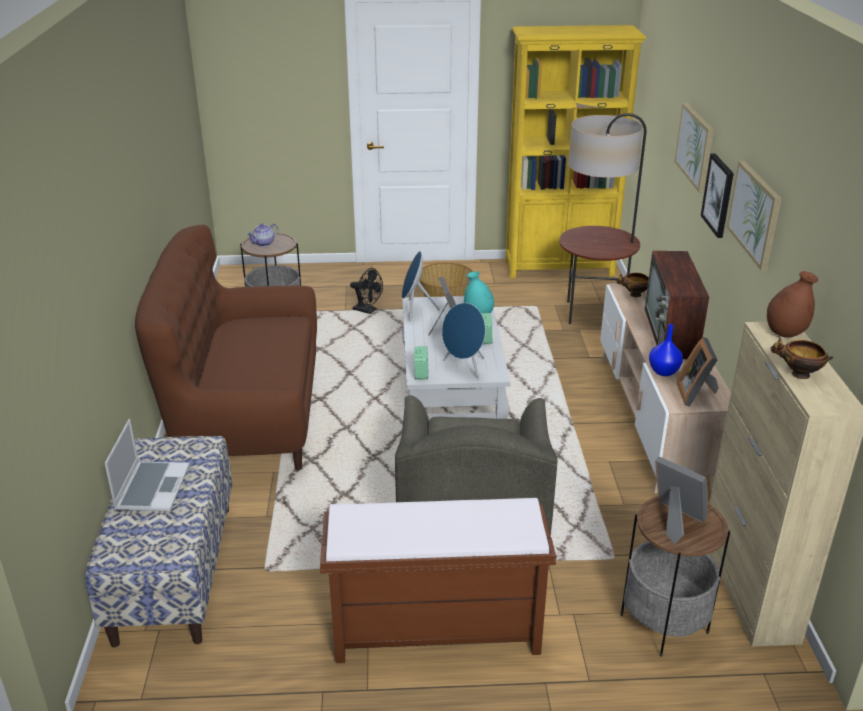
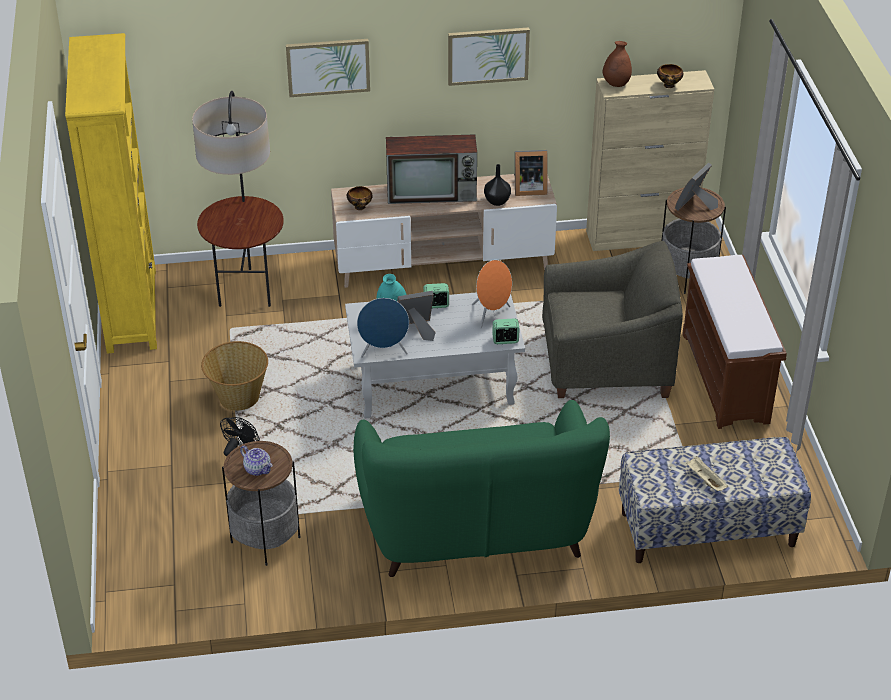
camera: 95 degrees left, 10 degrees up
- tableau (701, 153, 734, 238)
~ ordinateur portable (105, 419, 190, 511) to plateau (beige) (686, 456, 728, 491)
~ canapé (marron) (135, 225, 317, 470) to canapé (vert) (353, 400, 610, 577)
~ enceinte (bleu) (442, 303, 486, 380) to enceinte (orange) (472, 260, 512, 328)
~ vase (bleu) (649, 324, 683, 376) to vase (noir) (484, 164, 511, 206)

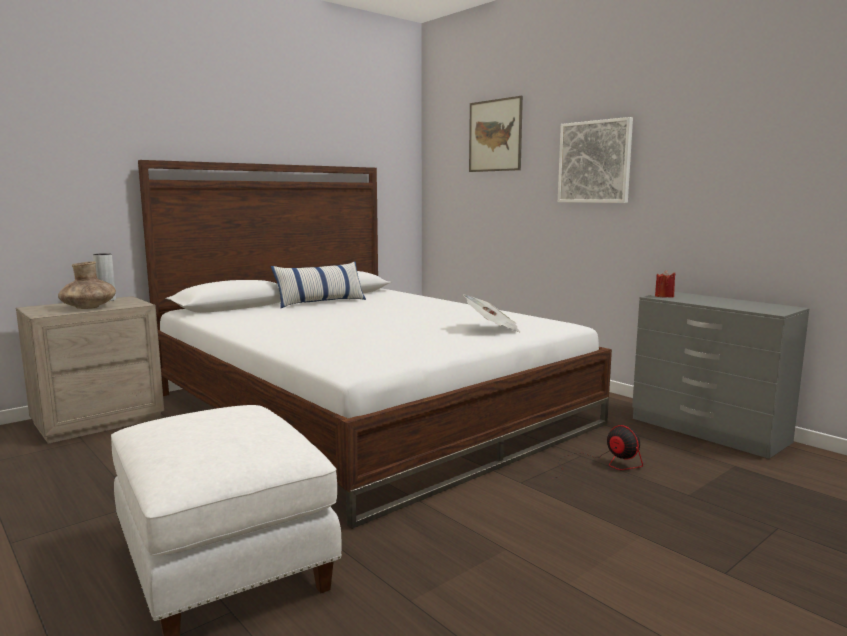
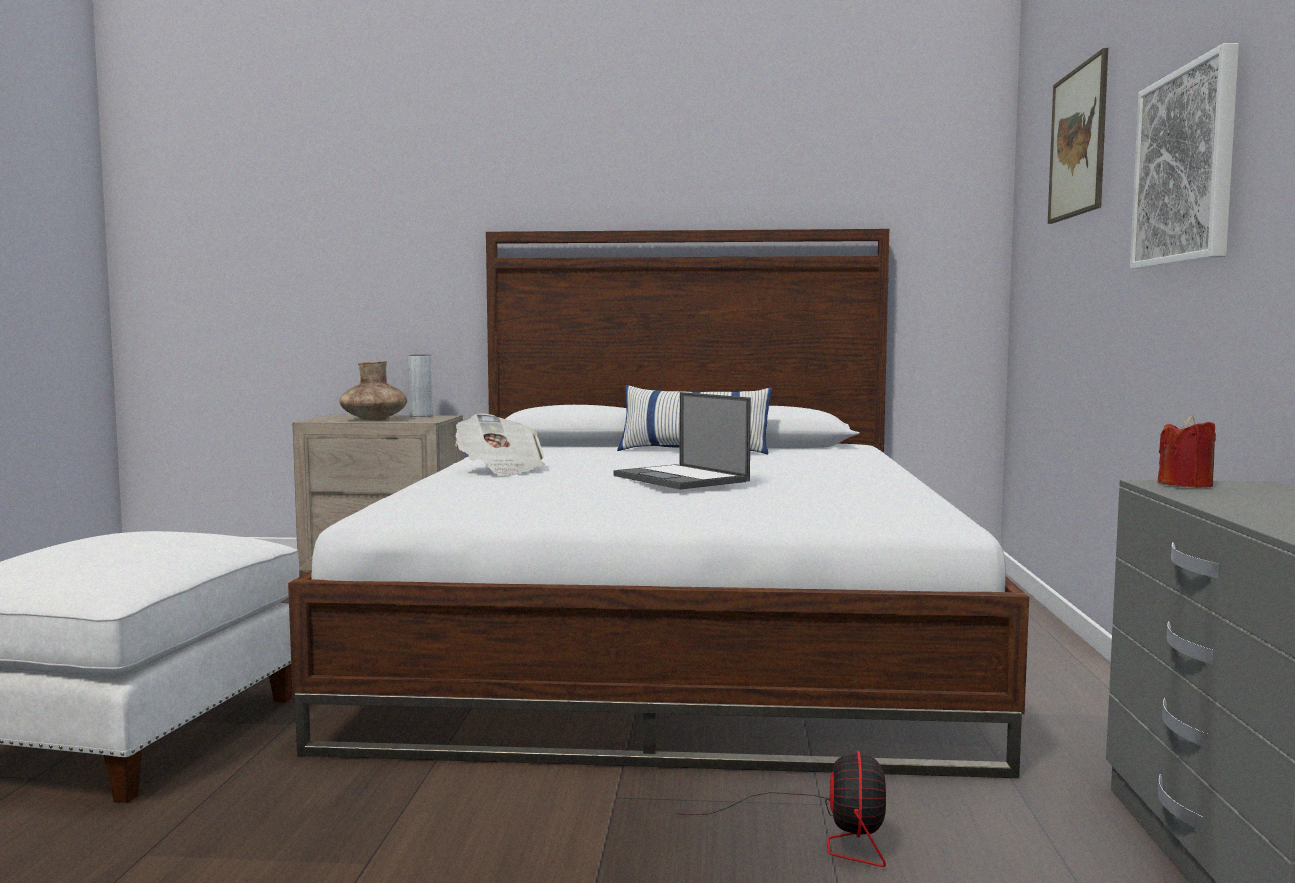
camera: 45 degrees right, 5 degrees down
+ ordinateur portable (614, 392, 751, 489)
~ journal (463, 294, 521, 333) to (455, 413, 545, 476)

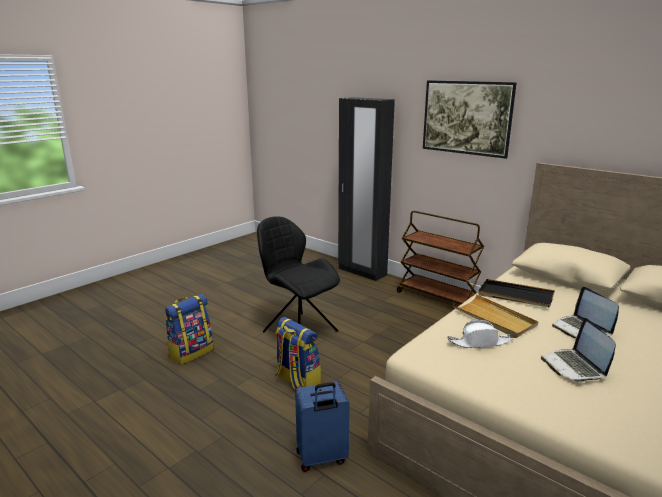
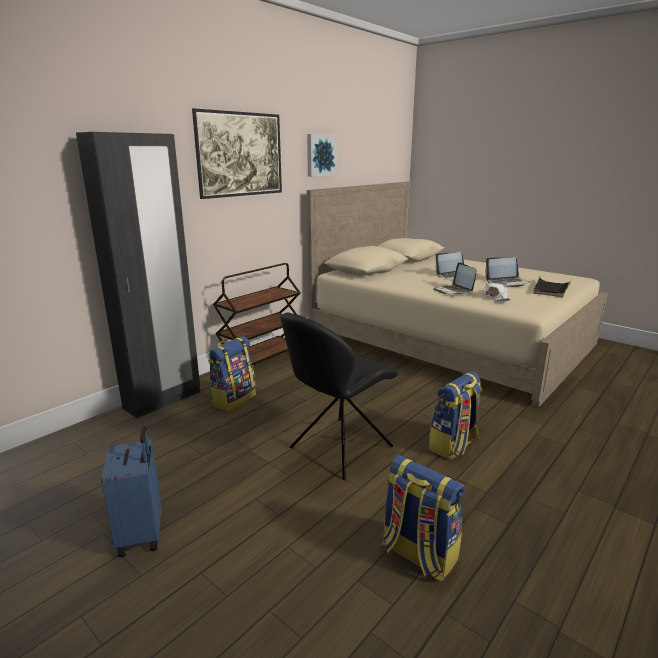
camera: 90 degrees left, 0 degrees up
+ sac à dos (208, 336, 256, 412)
+ tableau (307, 134, 337, 177)
~ valise (bleu) (295, 382, 350, 472) to (101, 426, 161, 557)
~ plateau (noir) (478, 279, 555, 307) to (533, 276, 572, 297)
~ plateau (beige) (453, 294, 538, 338) to ordinateur portable (433, 262, 476, 294)

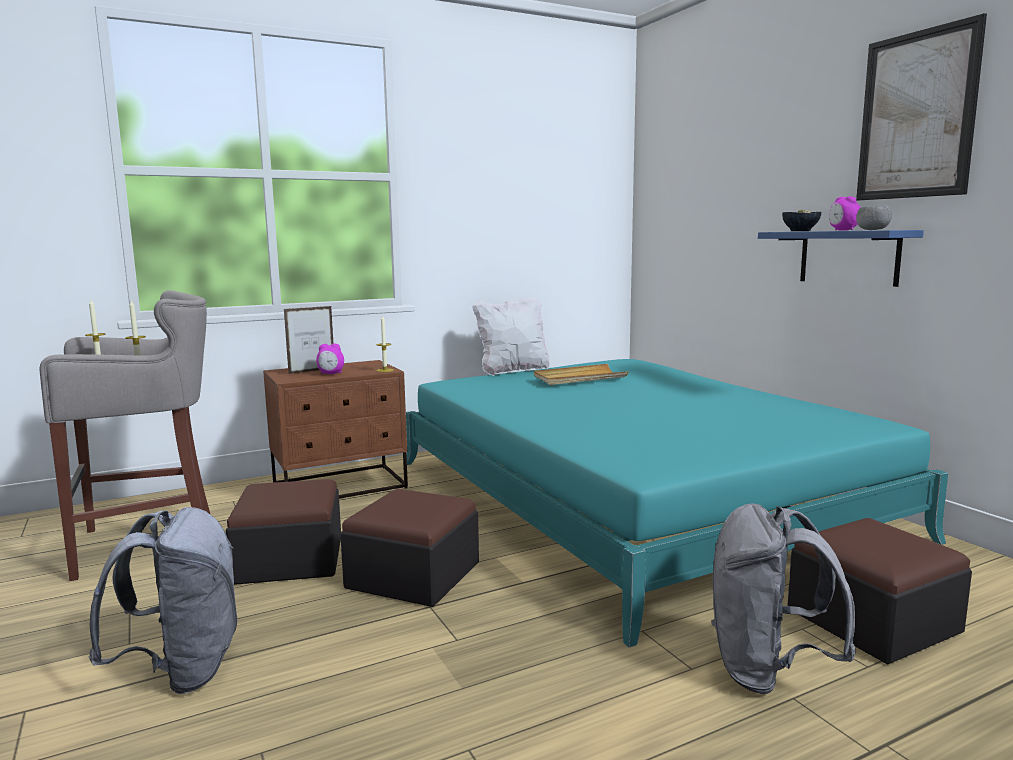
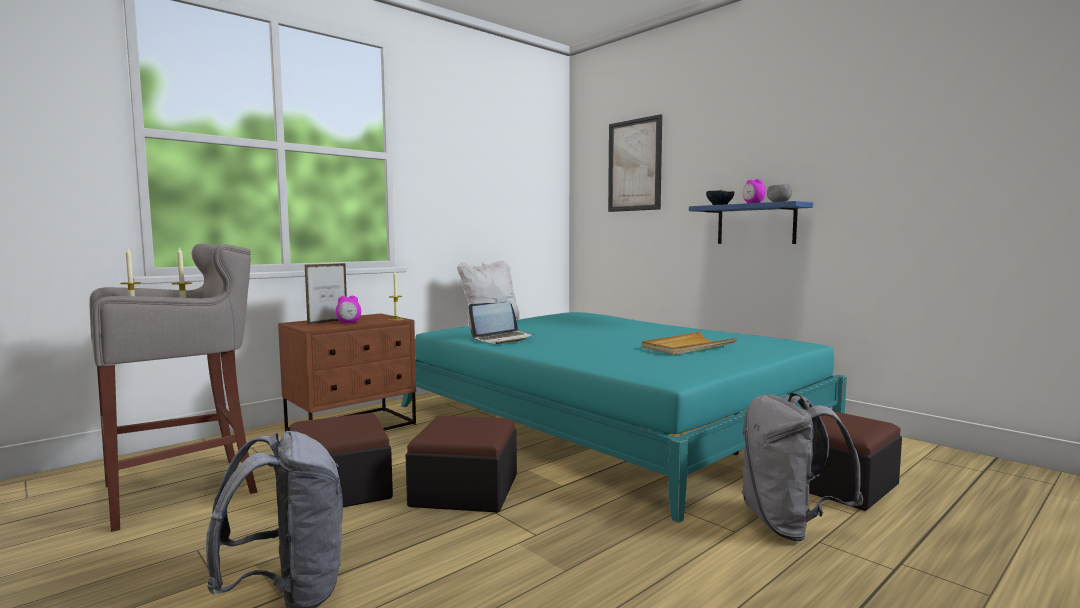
camera: 15 degrees left, 5 degrees down
+ ordinateur portable (468, 302, 534, 344)
~ plateau (beige) (534, 364, 629, 385) to (642, 332, 737, 355)
~ tableau (856, 13, 987, 200) to (608, 114, 662, 212)

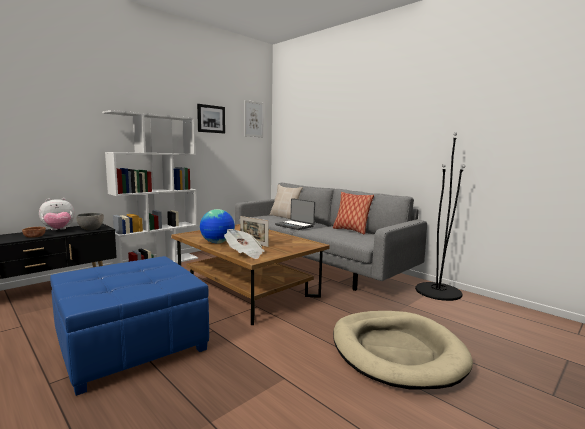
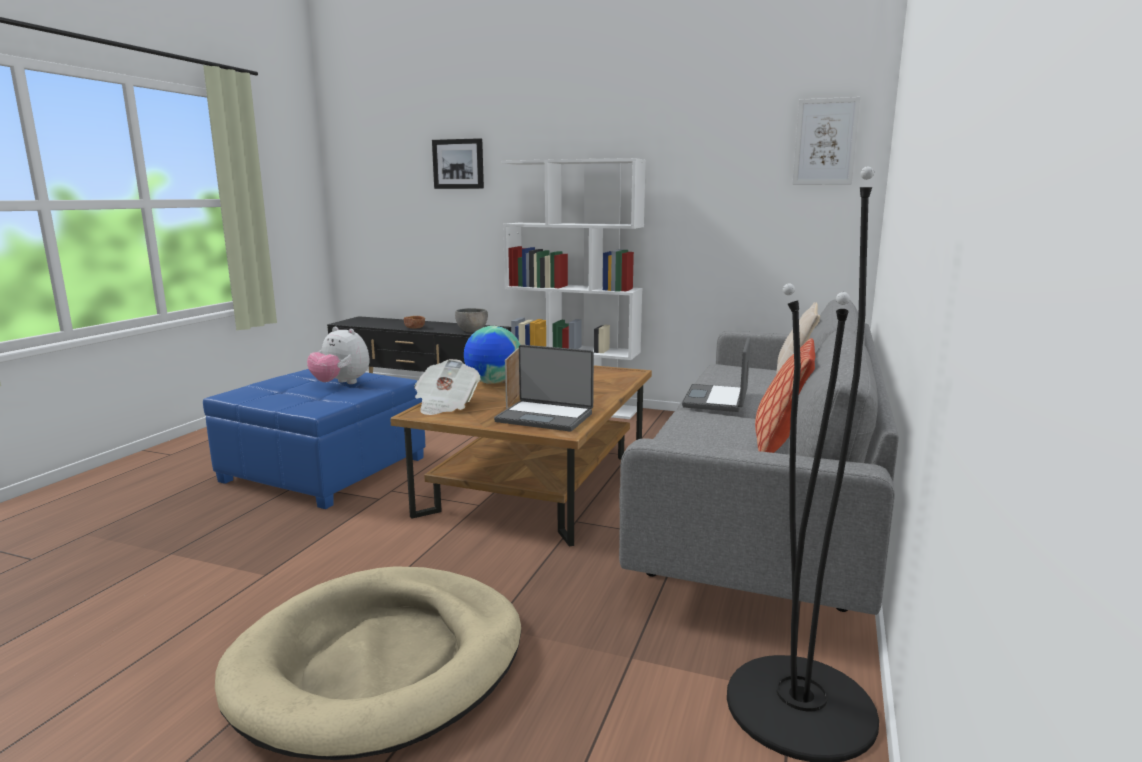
camera: 65 degrees right, 5 degrees up
+ ordinateur portable (494, 345, 594, 431)
~ peluche (39, 198, 75, 230) to (307, 327, 369, 384)
~ tableau (197, 104, 225, 133) to (432, 138, 484, 189)

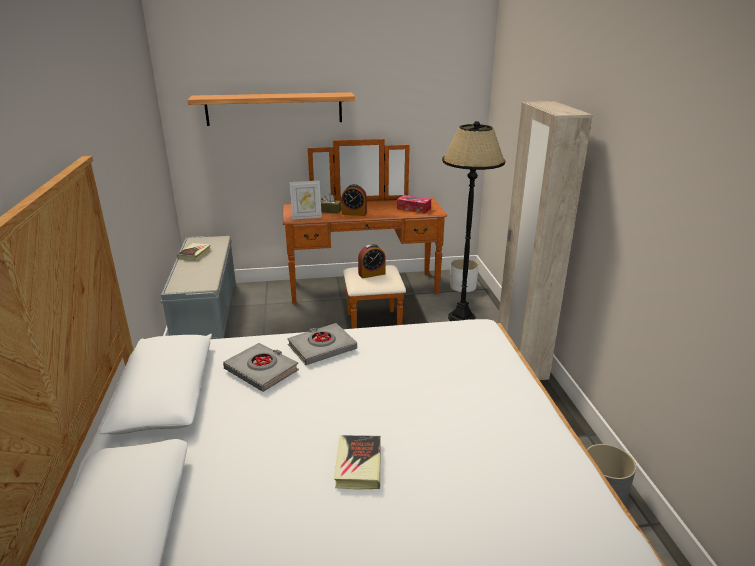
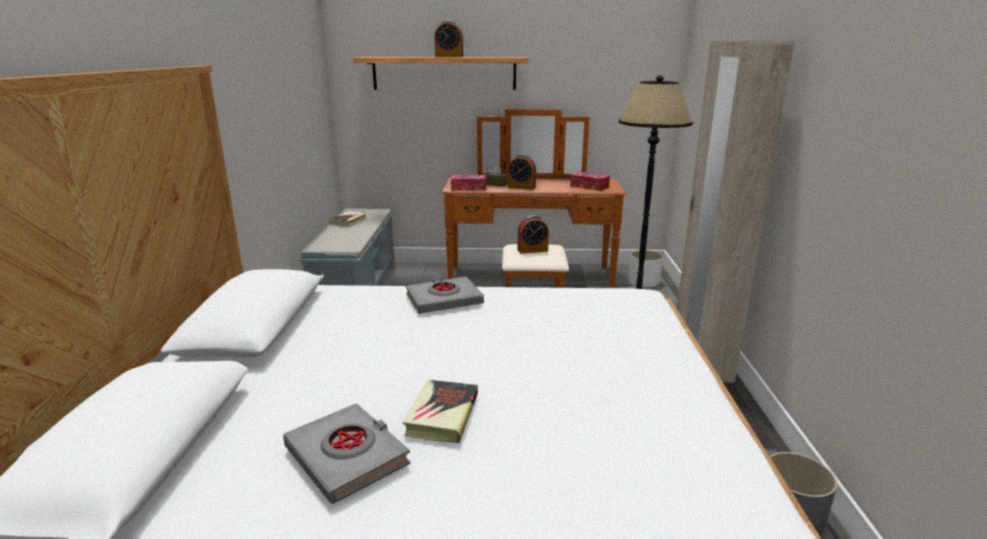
camera: 10 degrees right, 5 degrees down
+ réveil (435, 21, 463, 57)
~ livre (gris) (223, 343, 299, 392) to (283, 403, 411, 504)
~ cadre photo (290, 180, 322, 220) to boîte à mouchoirs (451, 175, 486, 191)

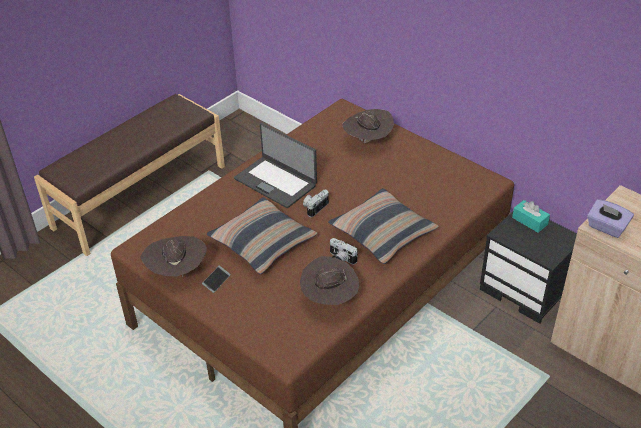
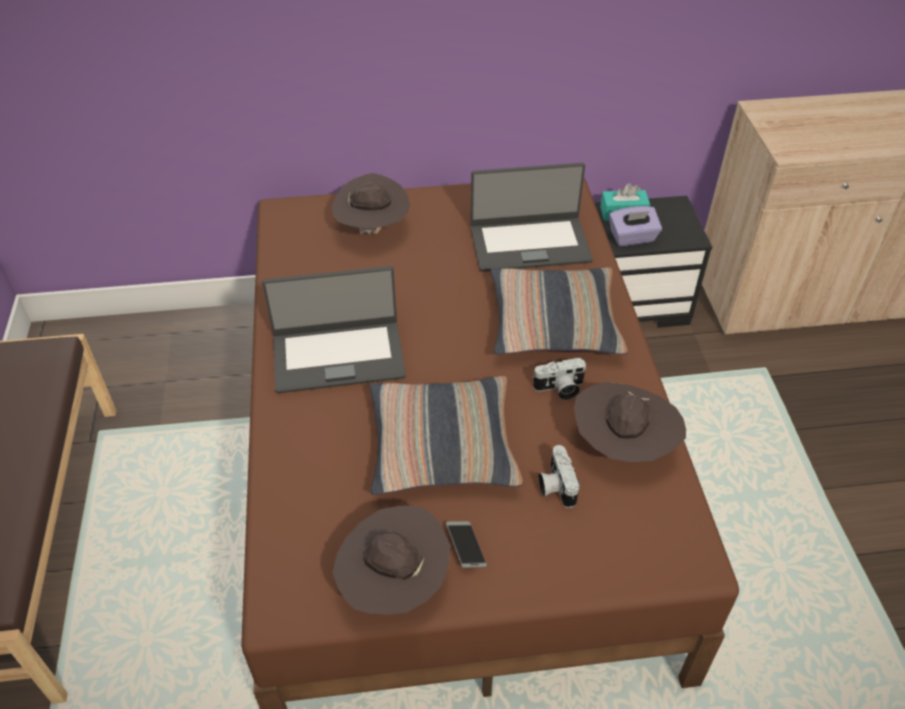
camera: 50 degrees left, 5 degrees up
+ ordinateur portable (470, 163, 593, 272)
~ appareil photo (303, 190, 329, 217) to (539, 445, 580, 508)
~ boîte à mouchoirs (violet) (587, 199, 634, 238) to (609, 206, 662, 246)

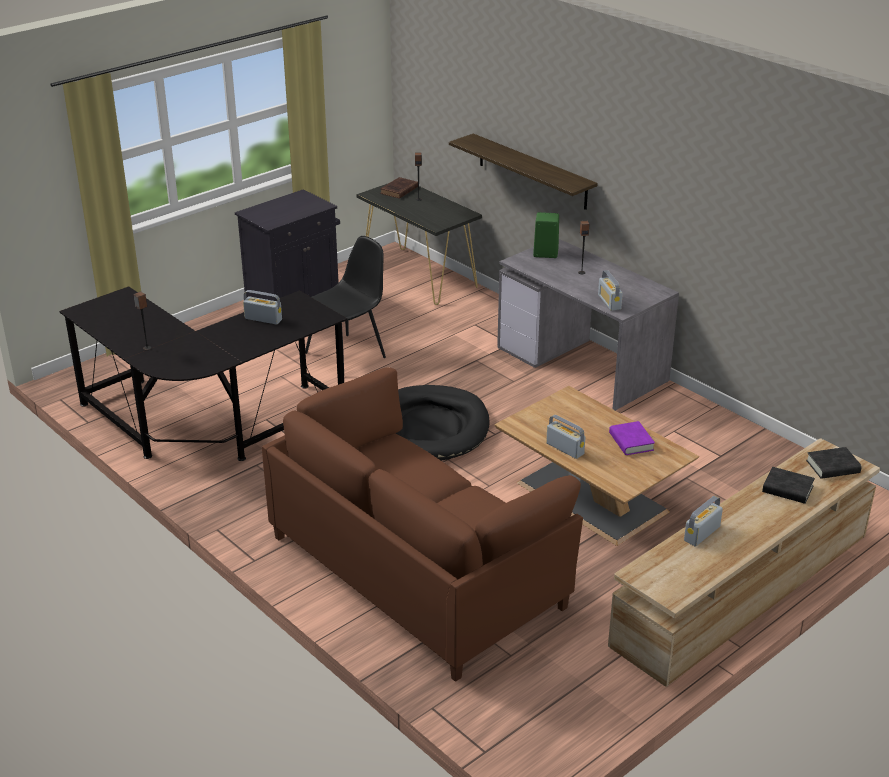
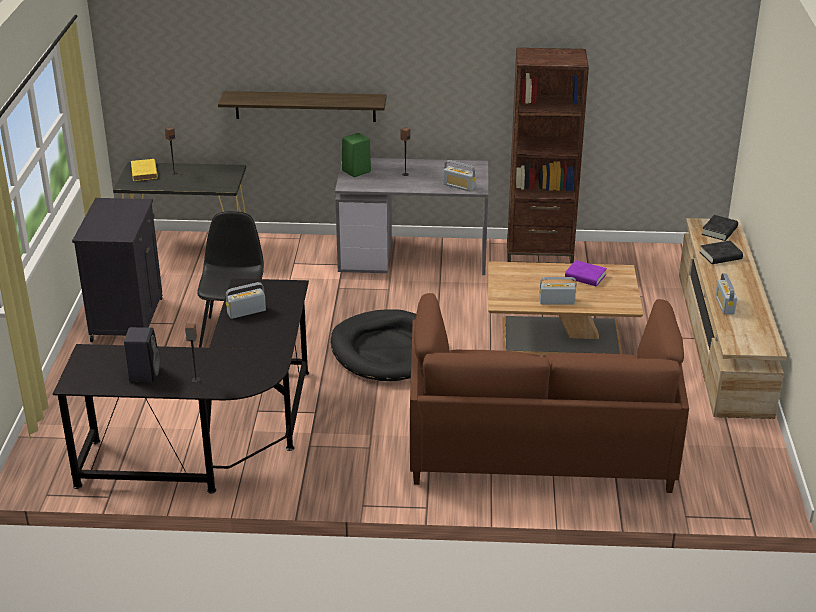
camera: 45 degrees left, 0 degrees up
+ enceinte (noir) (124, 327, 160, 382)
+ bibliothèque (marron) (507, 48, 589, 264)
~ livre (marron) (380, 177, 418, 199) to livre (jaune) (131, 159, 158, 181)

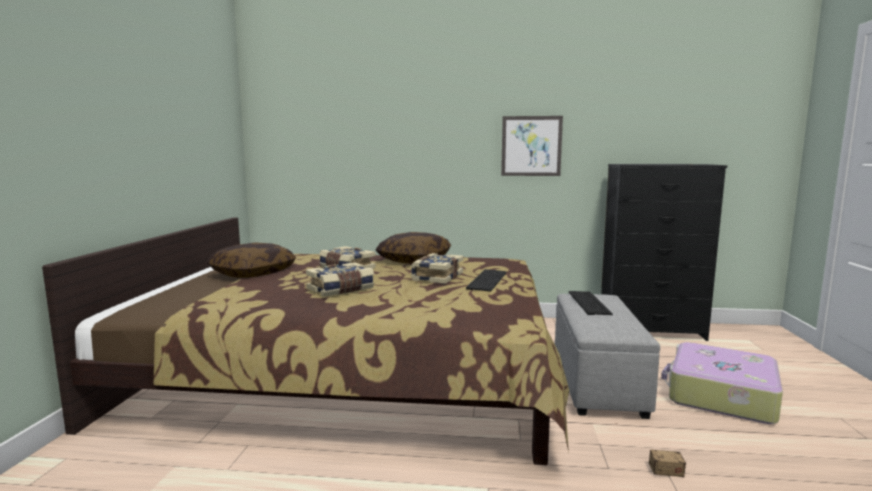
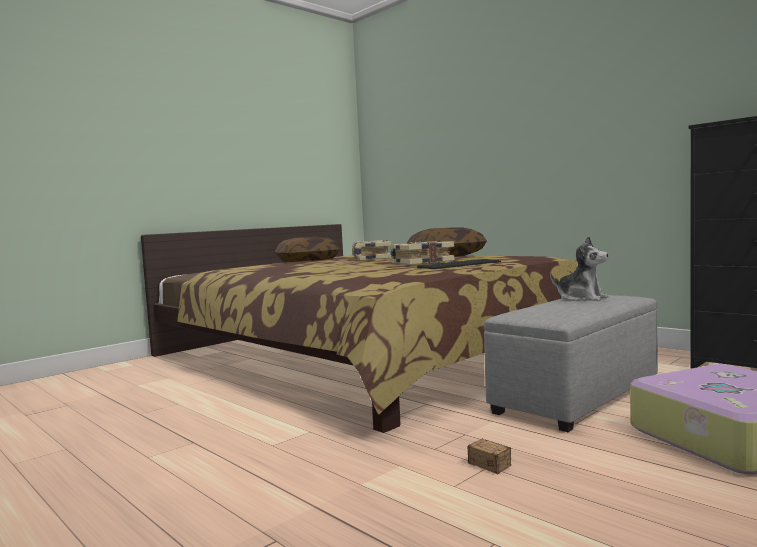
camera: 40 degrees right, 5 degrees down
- livre (306, 262, 374, 297)
- tableau (501, 116, 563, 176)
~ clavier (569, 291, 613, 315) to peluche (551, 236, 609, 301)

